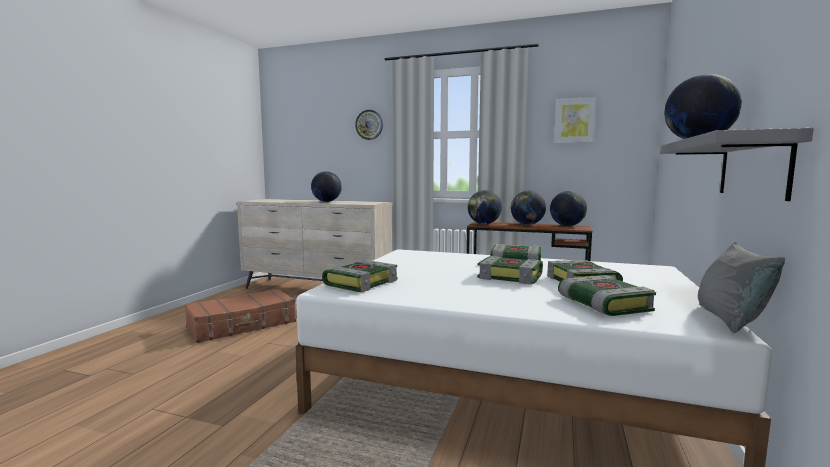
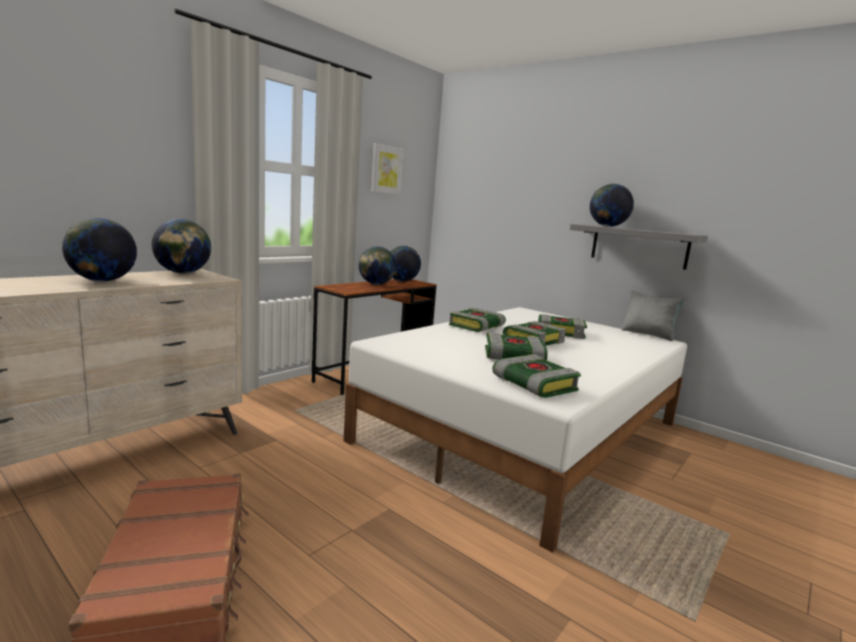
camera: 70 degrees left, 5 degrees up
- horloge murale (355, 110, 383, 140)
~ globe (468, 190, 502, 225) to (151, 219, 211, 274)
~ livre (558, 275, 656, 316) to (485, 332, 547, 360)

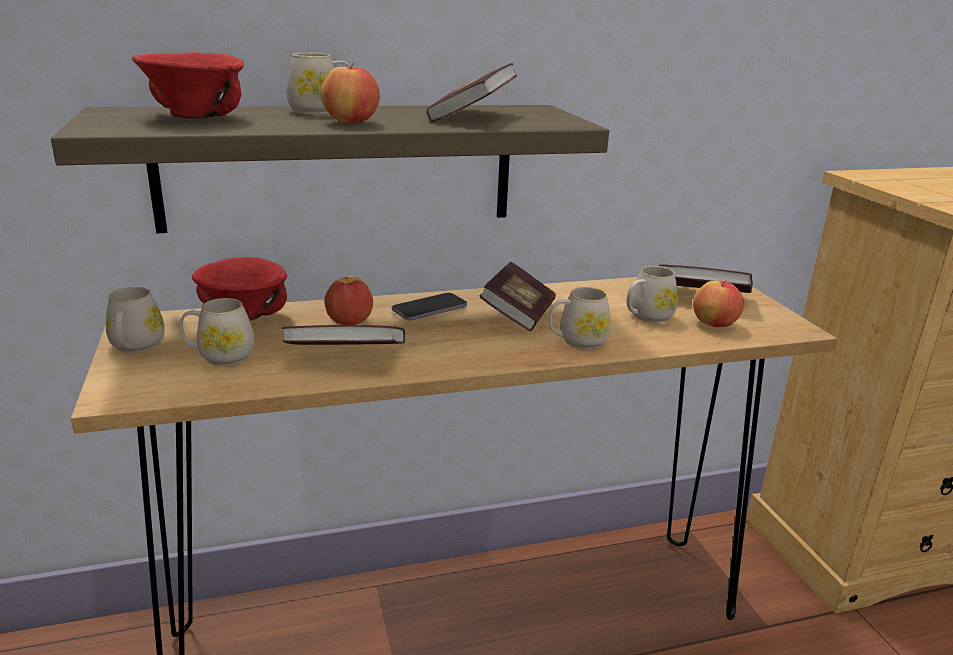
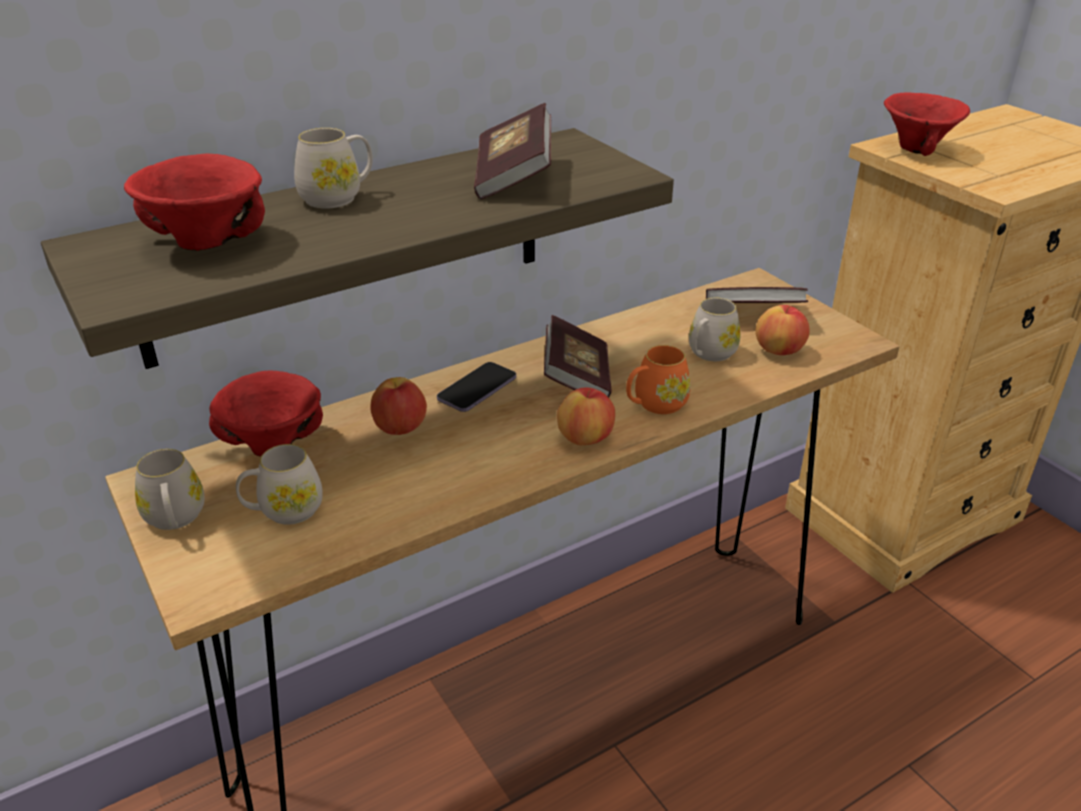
camera: 15 degrees left, 10 degrees up
- livre (282, 325, 405, 345)
+ bol (rouge) (884, 92, 970, 156)
~ pomme (321, 62, 380, 123) to (557, 387, 615, 445)
~ mug (blanc) (548, 287, 611, 349) to mug (orange) (626, 345, 691, 414)

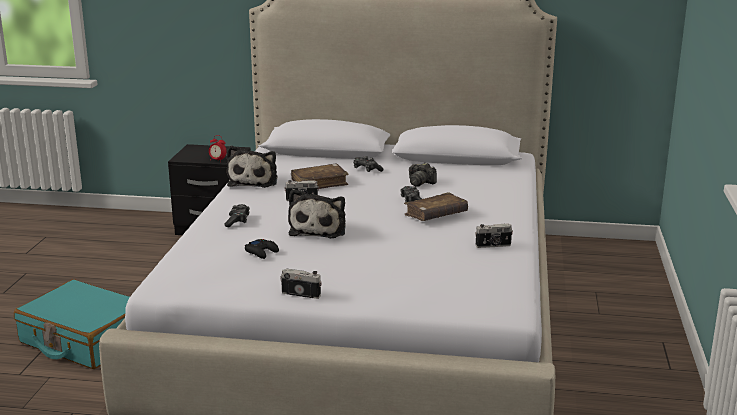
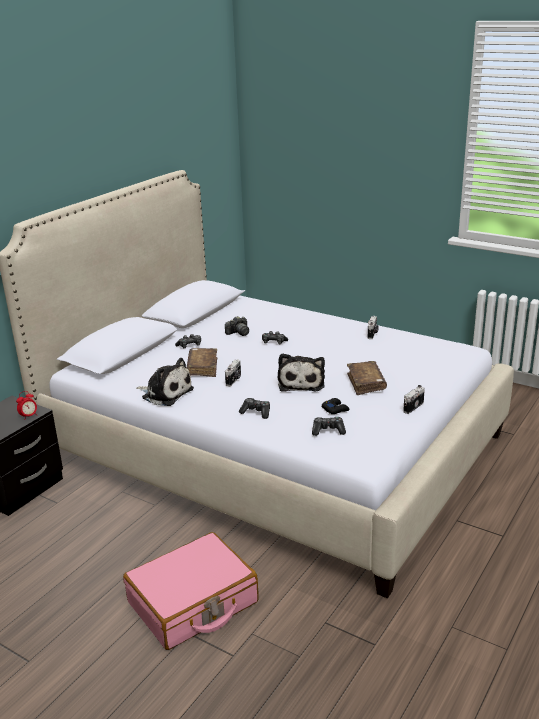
camera: 65 degrees left, 5 degrees up
+ manette (312, 417, 346, 436)
~ livre (marron) (404, 192, 468, 221) to (347, 361, 387, 395)
~ valise (turquoise) (14, 279, 130, 369) to valise (rose) (123, 532, 259, 650)
~ peluche (288, 189, 346, 238) = (277, 353, 325, 392) 60 degrees clockwise

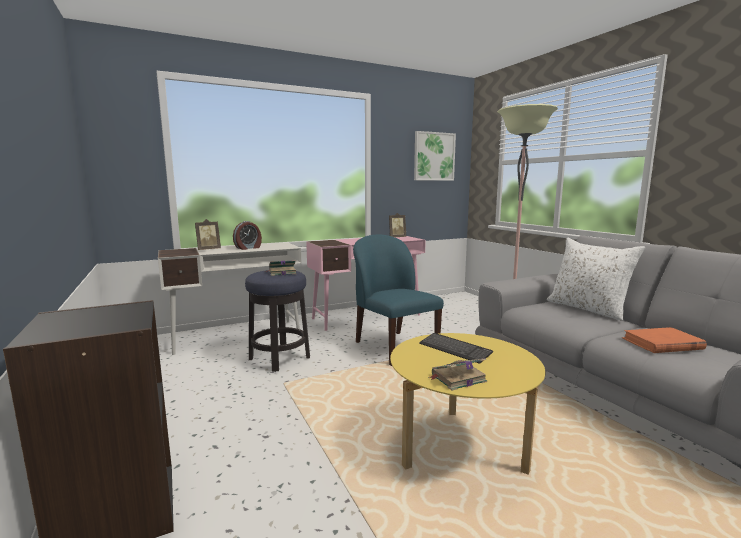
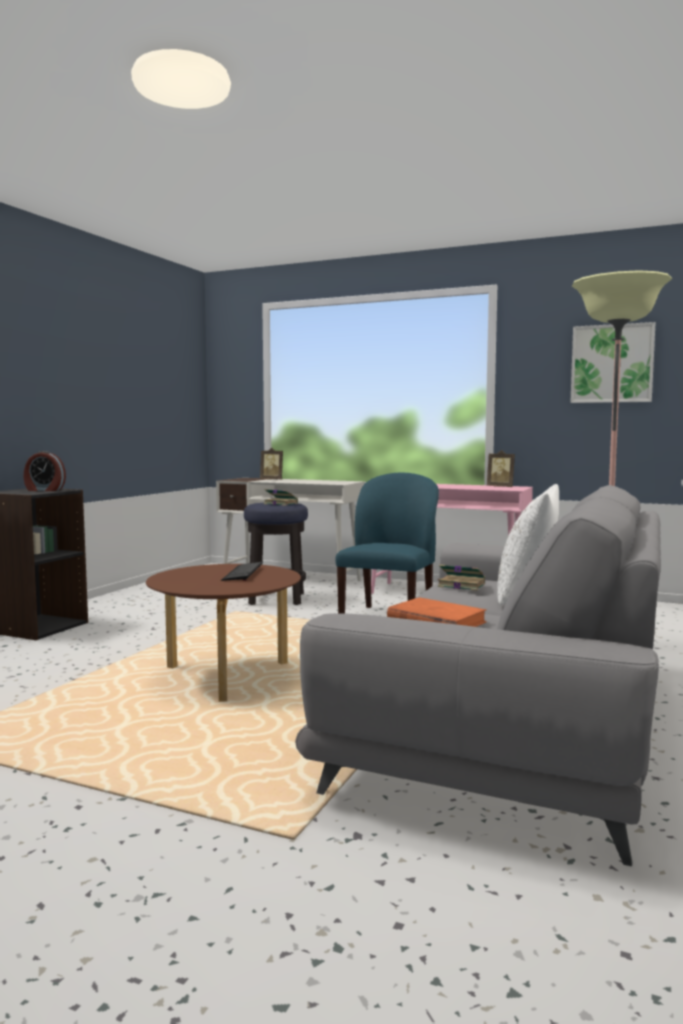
camera: 50 degrees right, 5 degrees down
~ réveil (233, 221, 262, 250) to (23, 451, 66, 491)
~ livre (429, 358, 487, 390) to (438, 564, 485, 591)
~ table basse (jaune) (390, 333, 545, 475) to table basse (marron) (146, 564, 301, 702)

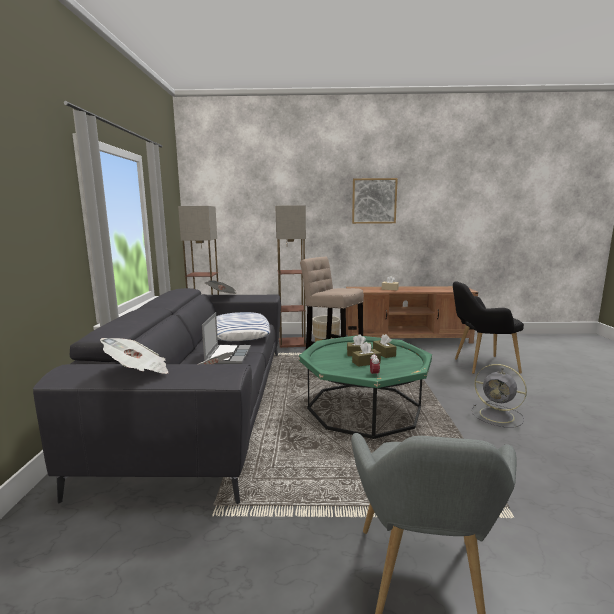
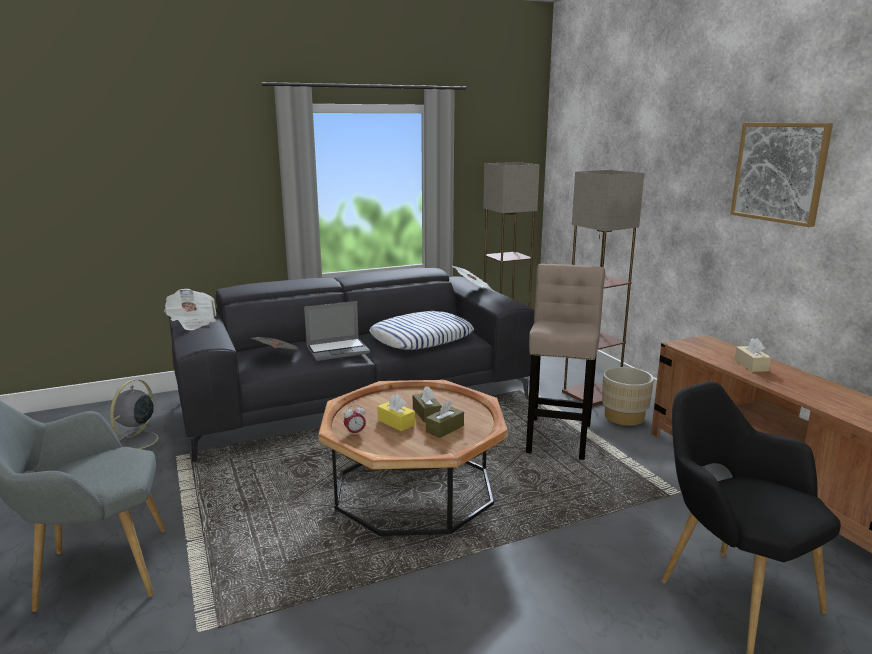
camera: 65 degrees right, 5 degrees up
~ ventilateur (gris) (472, 364, 527, 428) to (110, 379, 166, 451)
~ table basse (vert) (299, 335, 432, 439) to table basse (marron) (318, 380, 508, 536)
~ boîte à mouchoirs (marron) (352, 342, 381, 367) to boîte à mouchoirs (jaune) (377, 394, 415, 431)

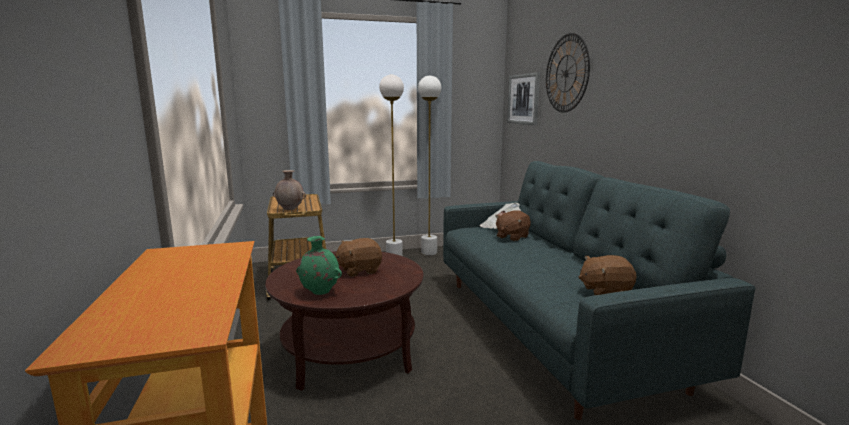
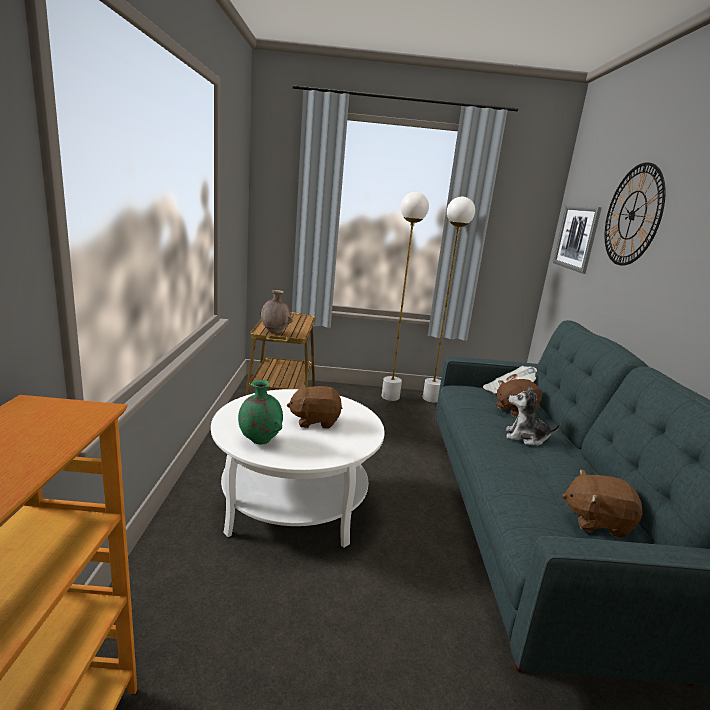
camera: 15 degrees right, 5 degrees up
+ peluche (506, 387, 561, 446)
~ table basse (marron) (265, 251, 424, 391) to table basse (blanc) (211, 389, 385, 548)

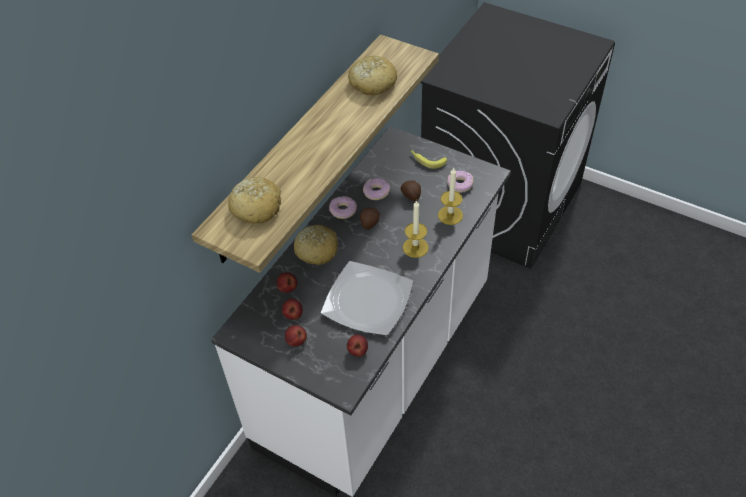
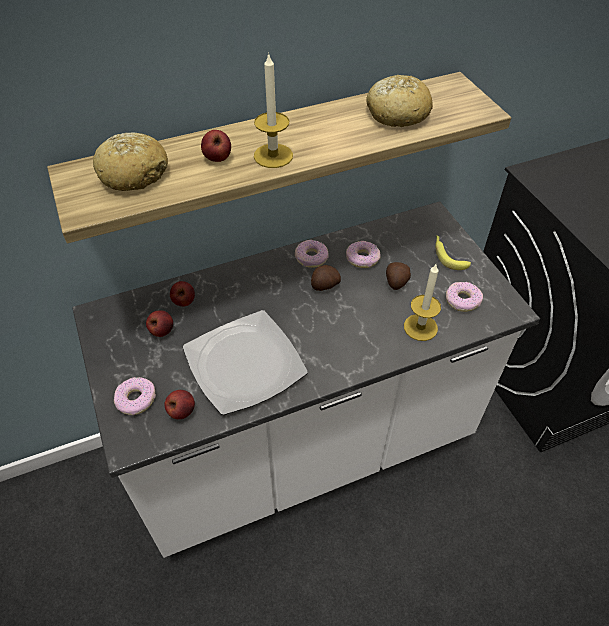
camera: 35 degrees right, 0 degrees up
- pain (294, 225, 338, 265)
+ beignet (114, 377, 156, 415)
~ pomme (285, 325, 307, 347) to (201, 130, 231, 162)
~ bougie (403, 200, 429, 258) to (254, 52, 293, 168)

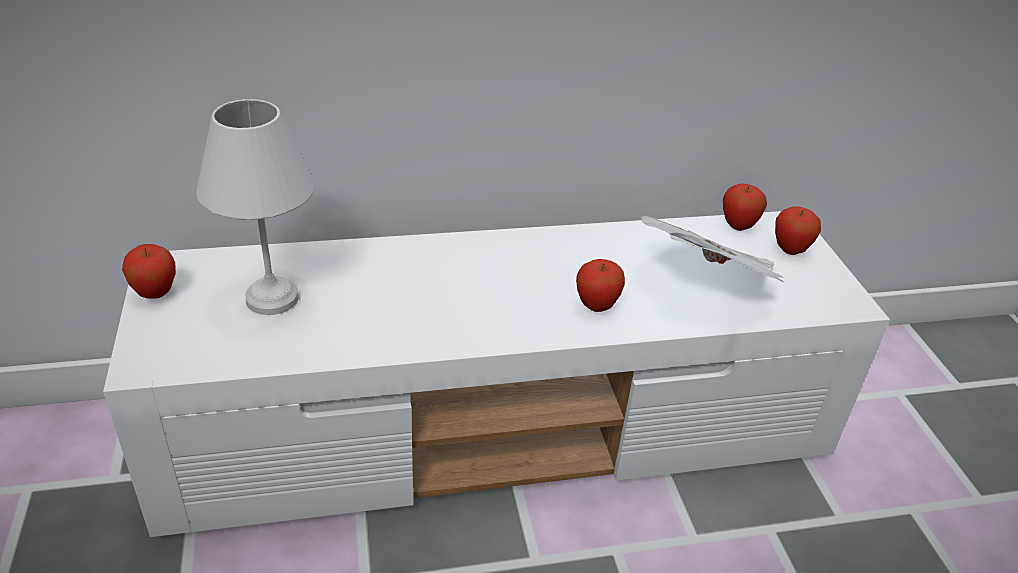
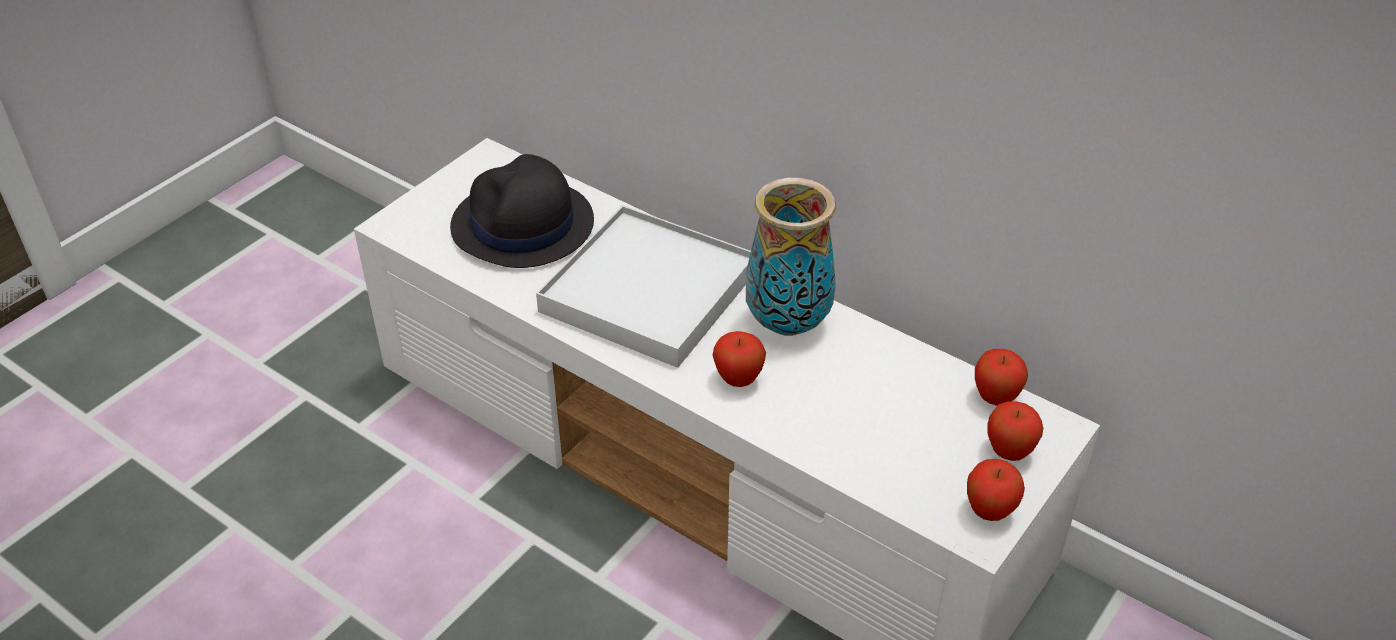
camera: 50 degrees right, 5 degrees up
- journal (641, 216, 785, 283)
+ plateau (blanc) (536, 205, 751, 368)
+ vase (746, 178, 836, 336)
~ pomme (122, 244, 176, 299) to (967, 459, 1025, 521)
~ lampe de table (blanc) (196, 99, 315, 315) to chapeau (noir) (450, 154, 594, 268)

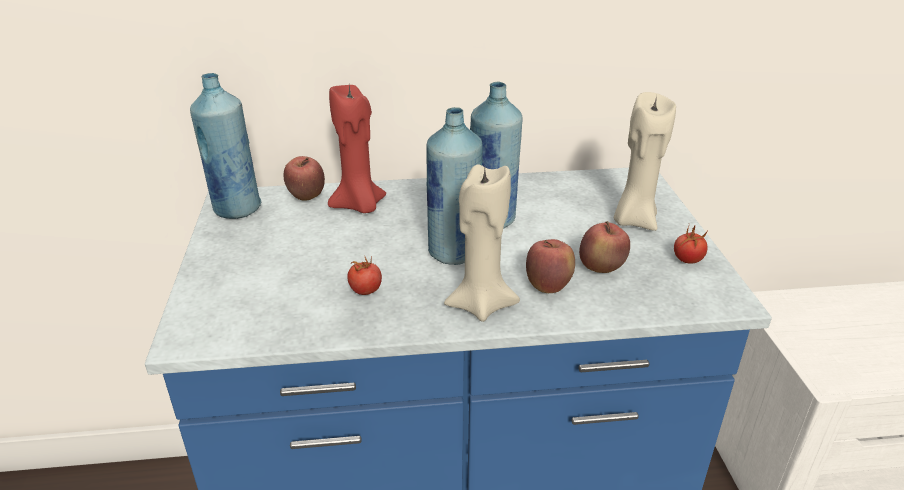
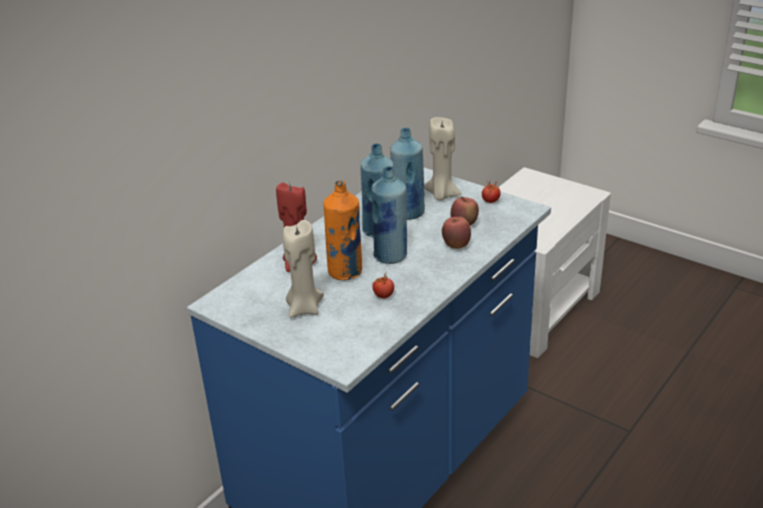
camera: 45 degrees left, 0 degrees up
- pomme (284, 156, 325, 201)
+ bouteille (orange) (323, 180, 362, 280)
~ bouteille (bleu) (190, 73, 261, 219) to (390, 128, 425, 220)
~ bougie (beige) (444, 164, 520, 322) to (283, 220, 324, 318)

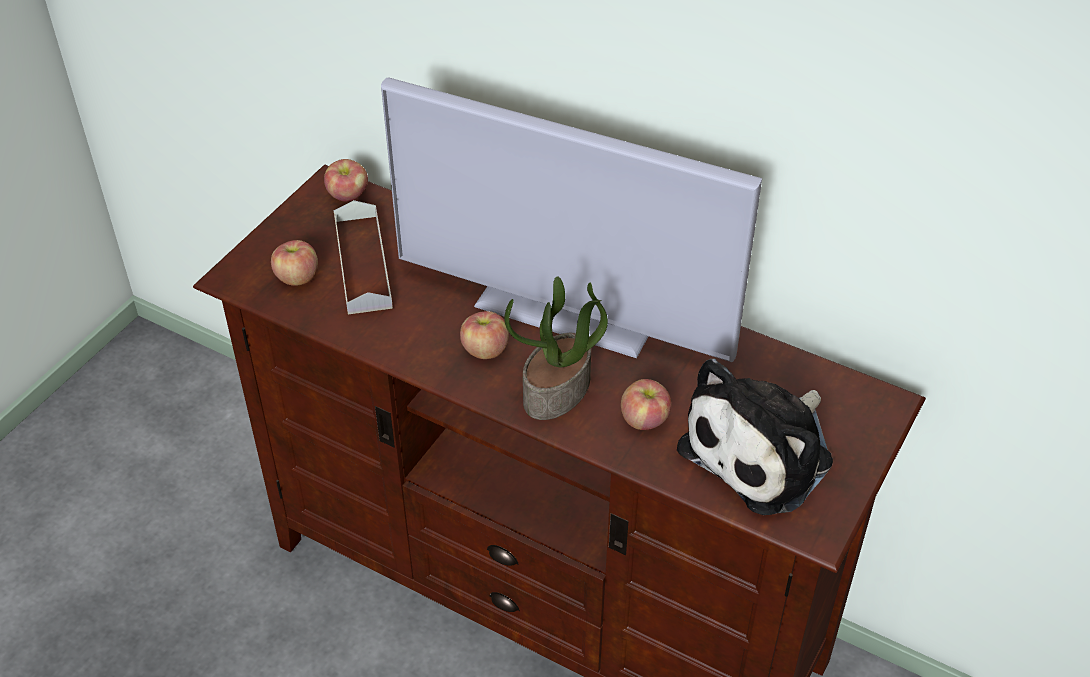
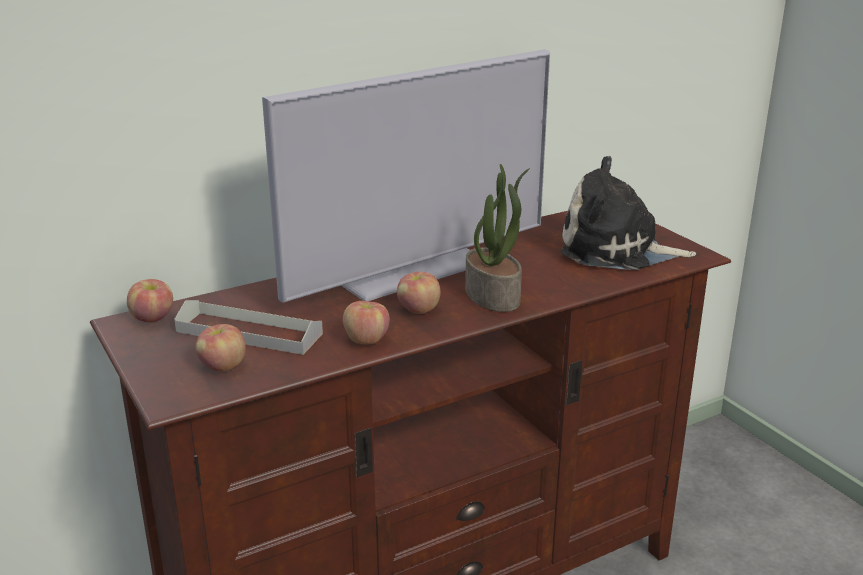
camera: 60 degrees left, 20 degrees down
~ pomme (621, 379, 671, 430) to (343, 301, 390, 344)
~ peluche (677, 359, 833, 515) = (560, 156, 696, 270) 120 degrees clockwise

